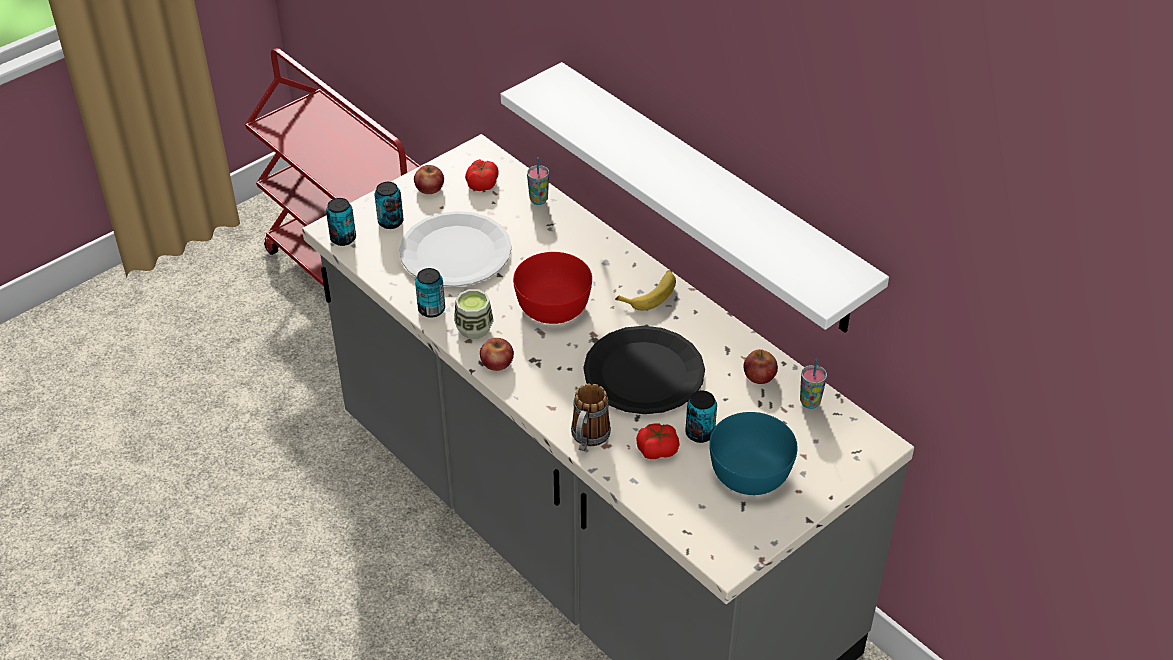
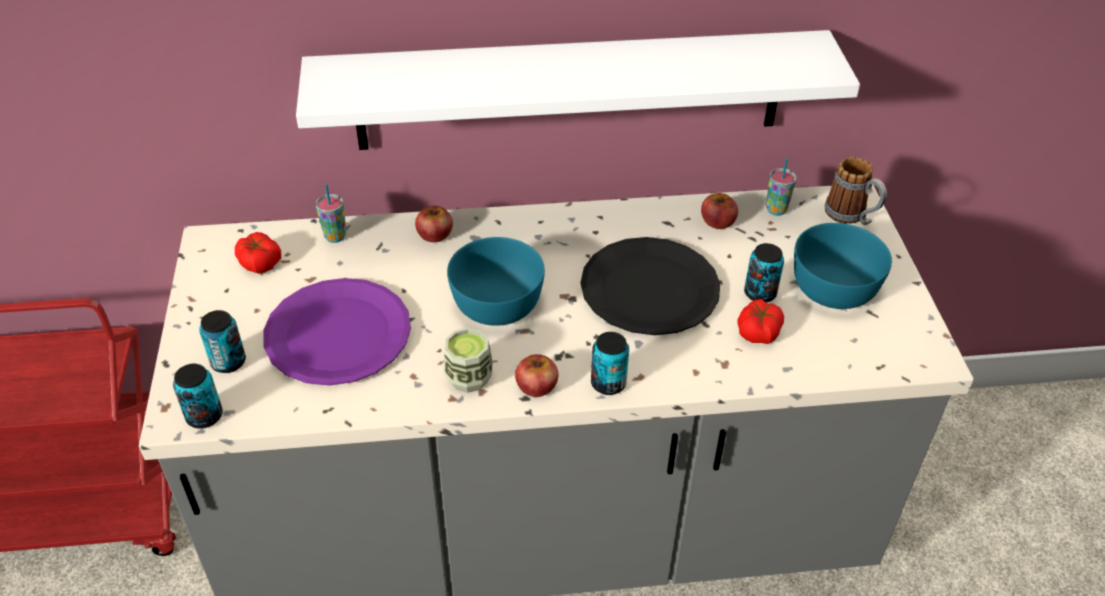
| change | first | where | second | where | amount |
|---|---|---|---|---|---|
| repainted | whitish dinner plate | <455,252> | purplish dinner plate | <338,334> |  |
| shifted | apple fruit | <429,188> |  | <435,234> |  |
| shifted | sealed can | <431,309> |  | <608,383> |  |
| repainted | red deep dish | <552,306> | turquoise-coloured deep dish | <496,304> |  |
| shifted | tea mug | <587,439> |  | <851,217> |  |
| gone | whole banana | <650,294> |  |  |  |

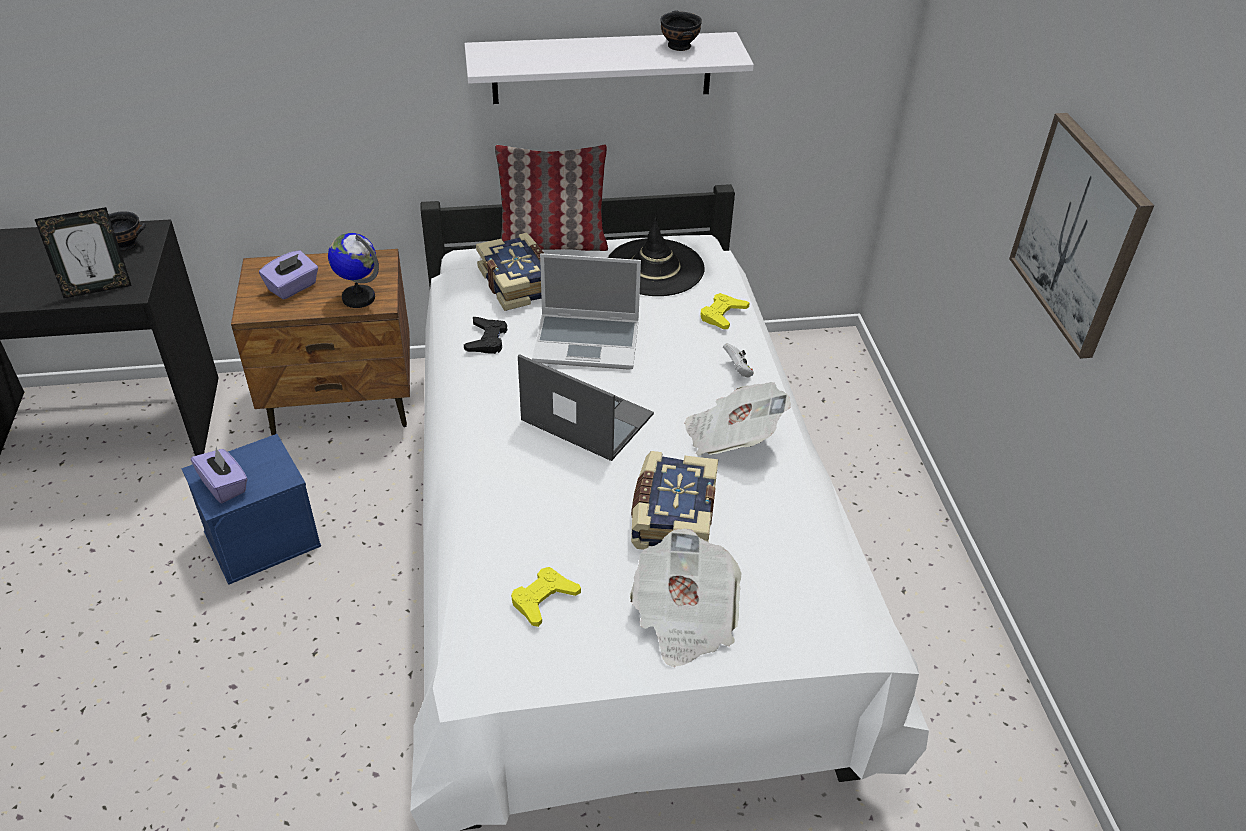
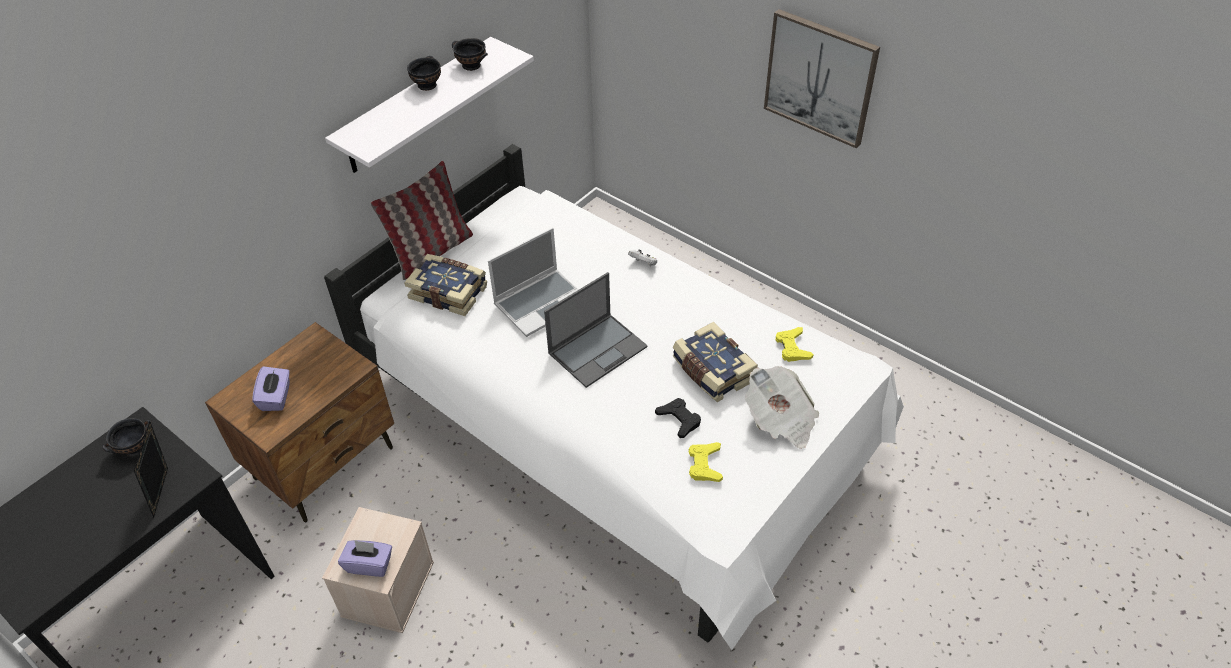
| change | first | where | second | where | amount |
|---|---|---|---|---|---|
| rotated | picture frame | <97,289> |  | <165,492> | 150 degrees clockwise |
| repainted | blue storage box | <263,538> | beige-coloured storage box | <387,588> |  |
| gone | world globe | <358,298> |  |  |  |
| shifted | blackish joypad | <487,340> |  | <679,420> |  |
| rotated | notebook computer | <585,417> |  | <598,349> | 150 degrees clockwise |
| gone | blackish hat | <655,268> |  |  |  |
| gone | printed paper | <731,437> |  |  |  |
| shifted | yellow joypad | <722,315> |  | <792,348> |  |
| new |  |  | blackish deep dish | <427,85> |  |

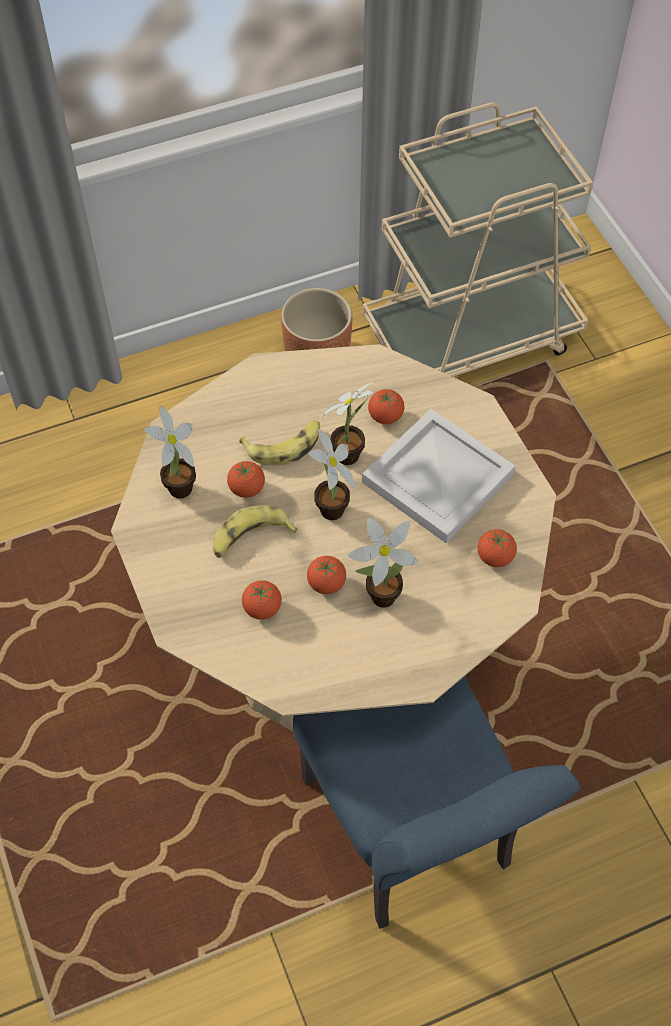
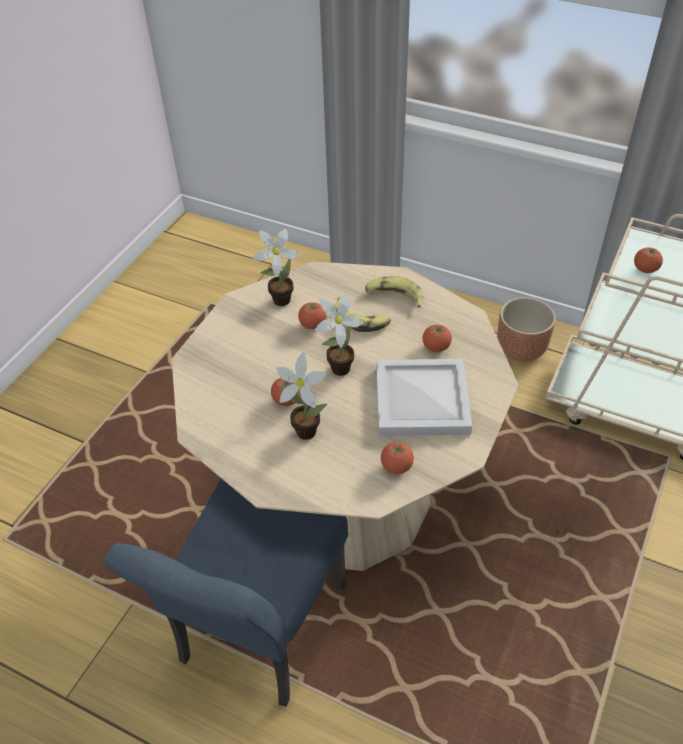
| change | first | where | second | where | amount |
|---|---|---|---|---|---|
| shifted | whole banana | <250,537> |  | <394,296> |  |
| shifted | whole tomato | <262,608> |  | <645,269> |  |
| gone | potted plant | <351,454> |  |  |  |

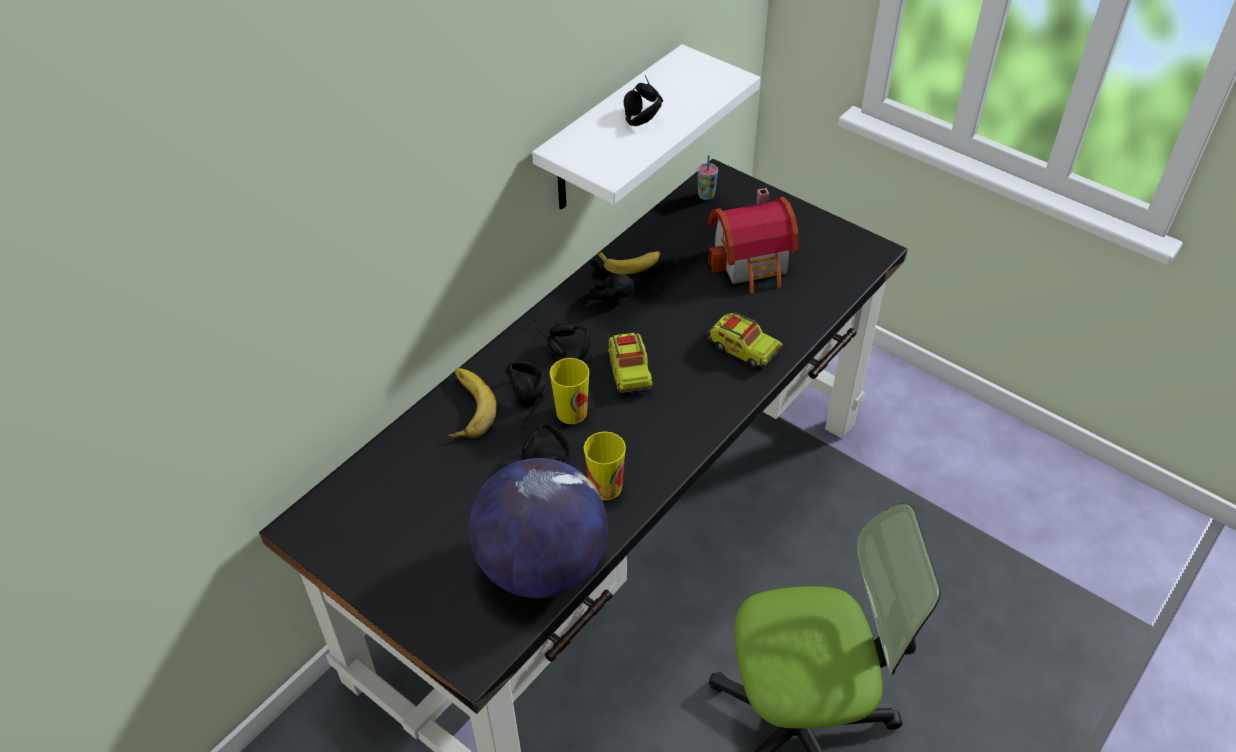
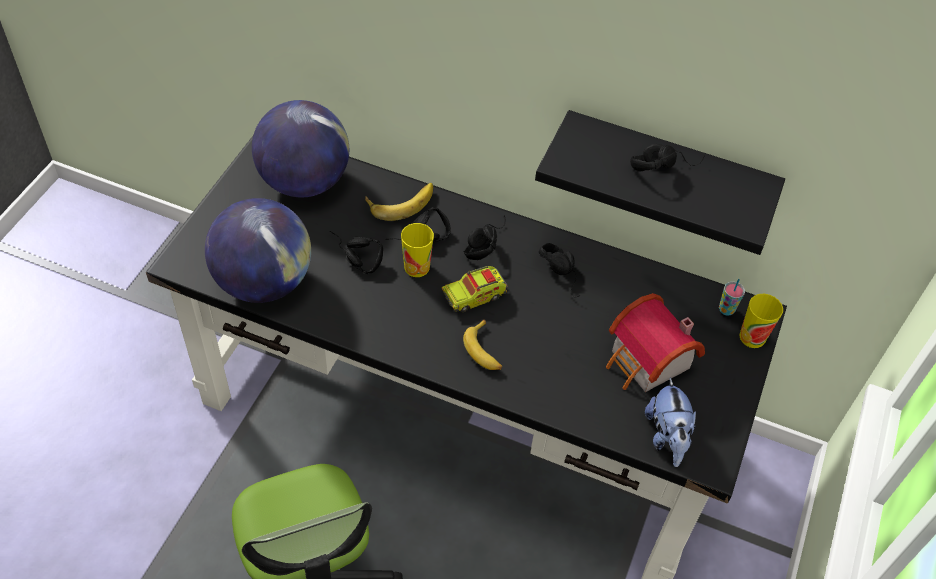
| change | first | where | second | where | amount |
|---|---|---|---|---|---|
| repainted | whitish shelf | <611,132> | blackish shelf | <666,172> |  |
| shifted | cup | <605,487> |  | <752,337> |  |
| shifted | whole banana | <631,264> |  | <484,351> |  |
| gone | model truck | <743,348> |  |  |  |
| new |  |  | world globe | <304,182> |  |
| new |  |  | soft toy | <667,437> |  |

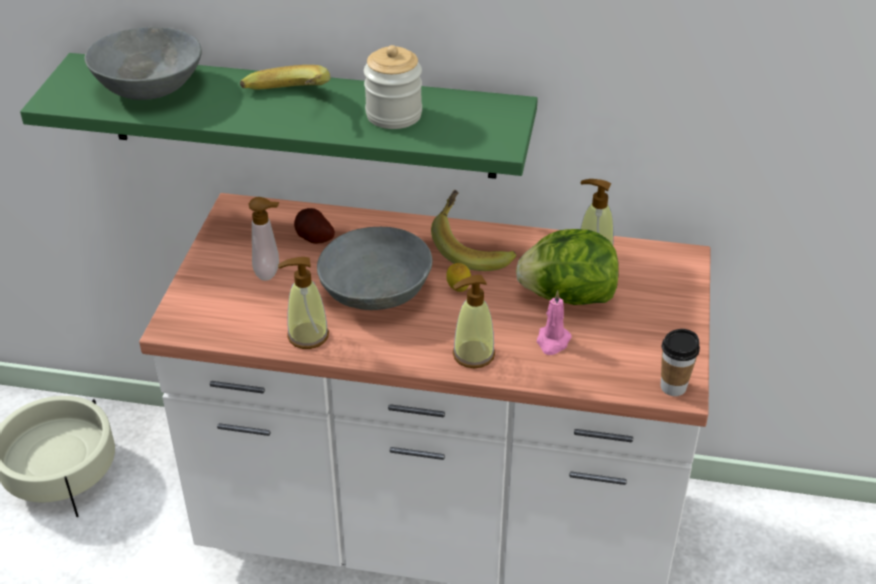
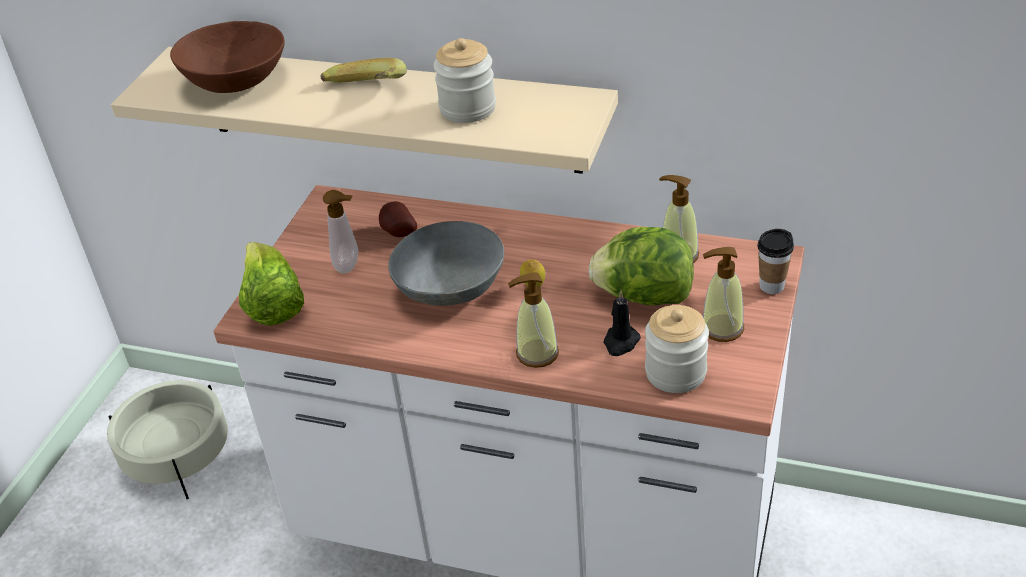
| change | first | where | second | where | amount |
|---|---|---|---|---|---|
| repainted | green shelf | <300,116> | beige-coloured shelf | <387,109> |  |
| repainted | gray deep dish | <149,88> | brown deep dish | <235,82> |  |
| shifted | liquid soap bottle | <307,336> |  | <722,328> |  |
| gone | whole banana | <472,248> |  |  |  |
| repainted | pink wax light | <553,341> | blackish wax light | <620,342> |  |
| shifted | cup | <673,387> |  | <771,286> |  |
| new |  |  | lettuce head | <272,304> |  |
| new |  |  | preserve jar | <675,372> |  |

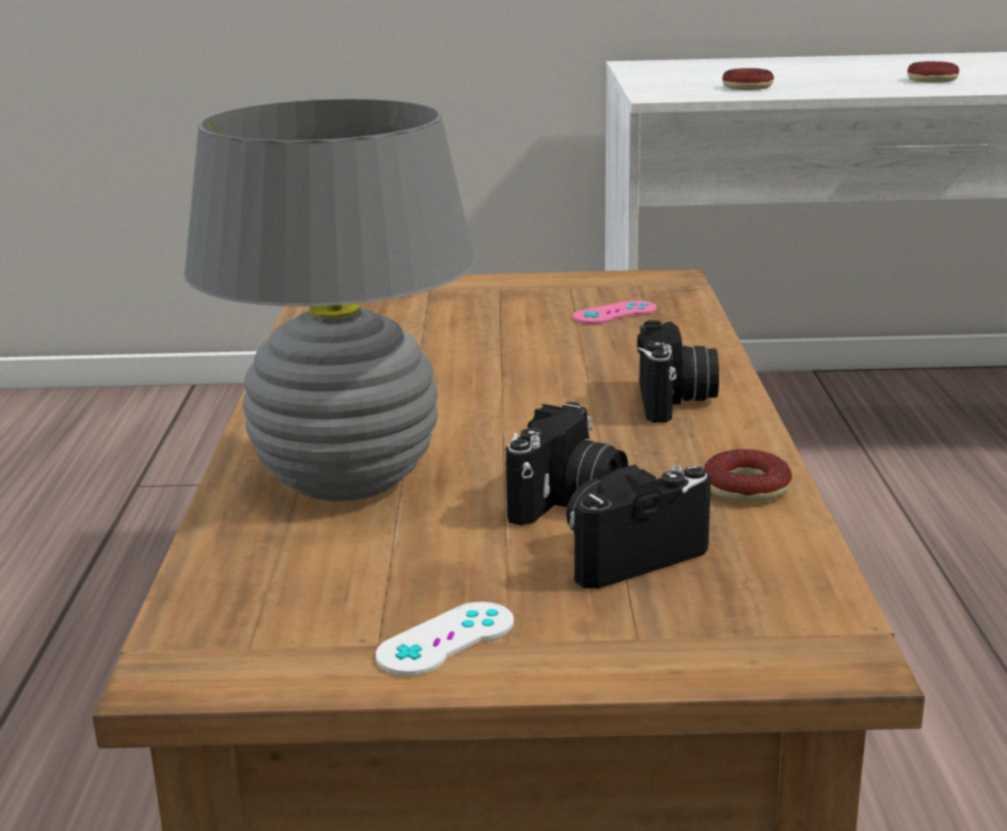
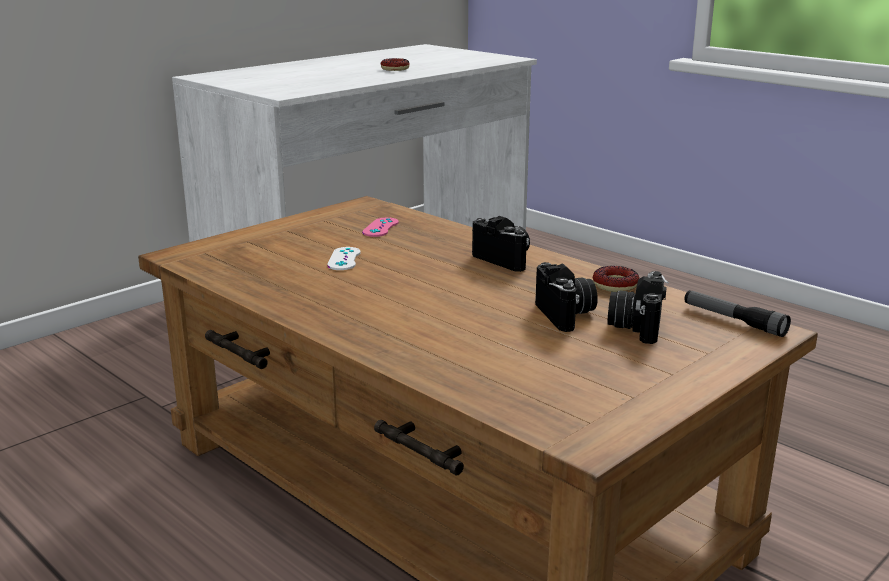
| change | first | where | second | where | amount |
|---|---|---|---|---|---|
| gone | gray table lamp | <347,481> |  |  |  |
| shifted | whitish joypad | <446,639> |  | <344,259> |  |
| gone | ring doughnut | <747,87> |  |  |  |
| new |  |  | torch | <733,320> |  |

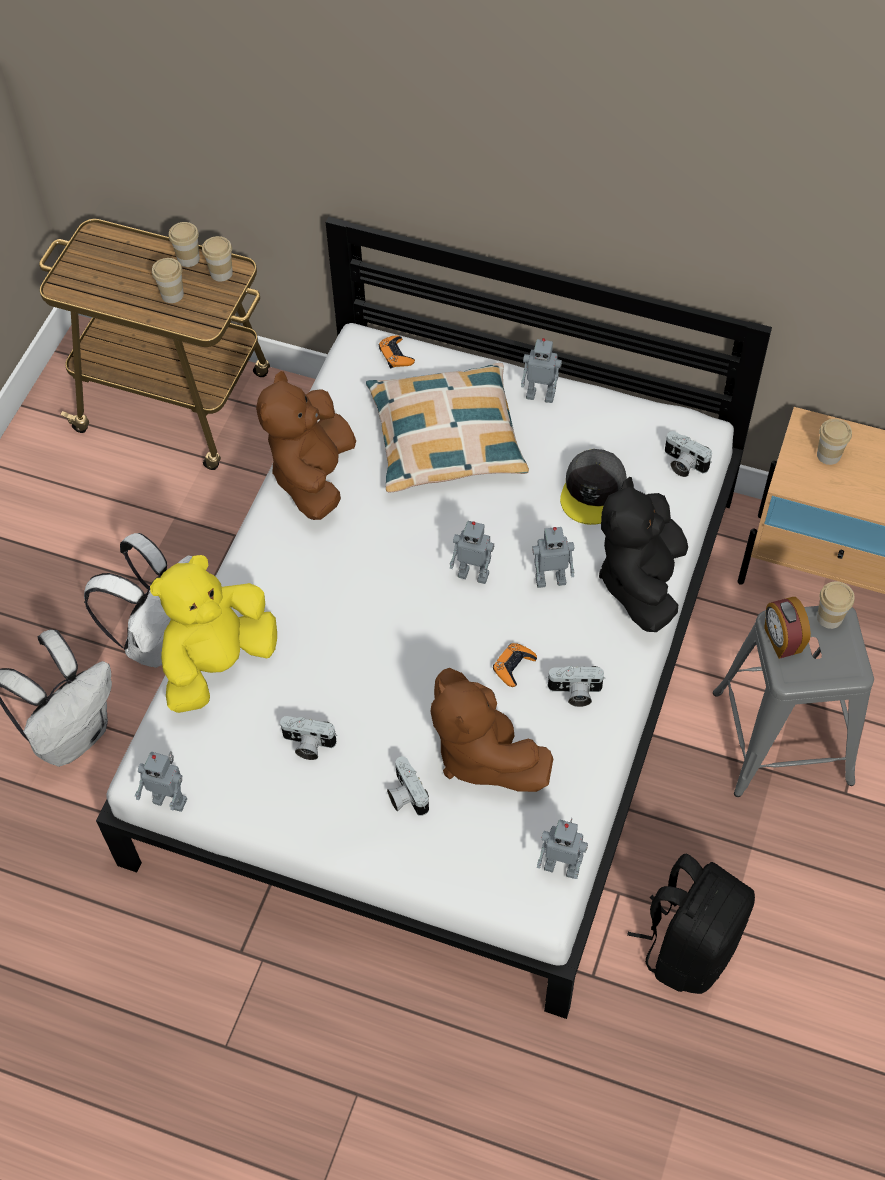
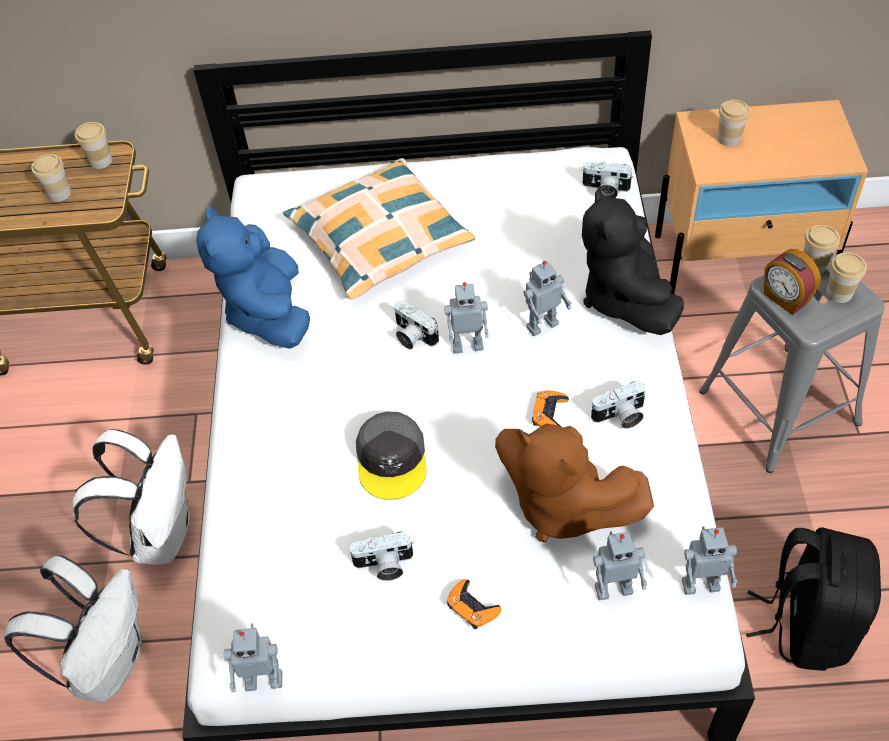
| change | first | where | second | where | amount |
|---|---|---|---|---|---|
| gone | yellow soft toy | <218,663> |  |  |  |
| shifted | cup | <188,259> |  | <839,293> |  |
| repainted | brown soft toy | <313,476> | blue soft toy | <268,313> |  |
| shifted | orangey joypad | <396,355> |  | <472,607> |  |
| shifted | still camera | <405,795> |  | <412,336> |  |
| shifted | robot figure | <540,395> |  | <613,588> |  |
| shifted | gray peaked cap | <593,491> |  | <392,459> |  |

